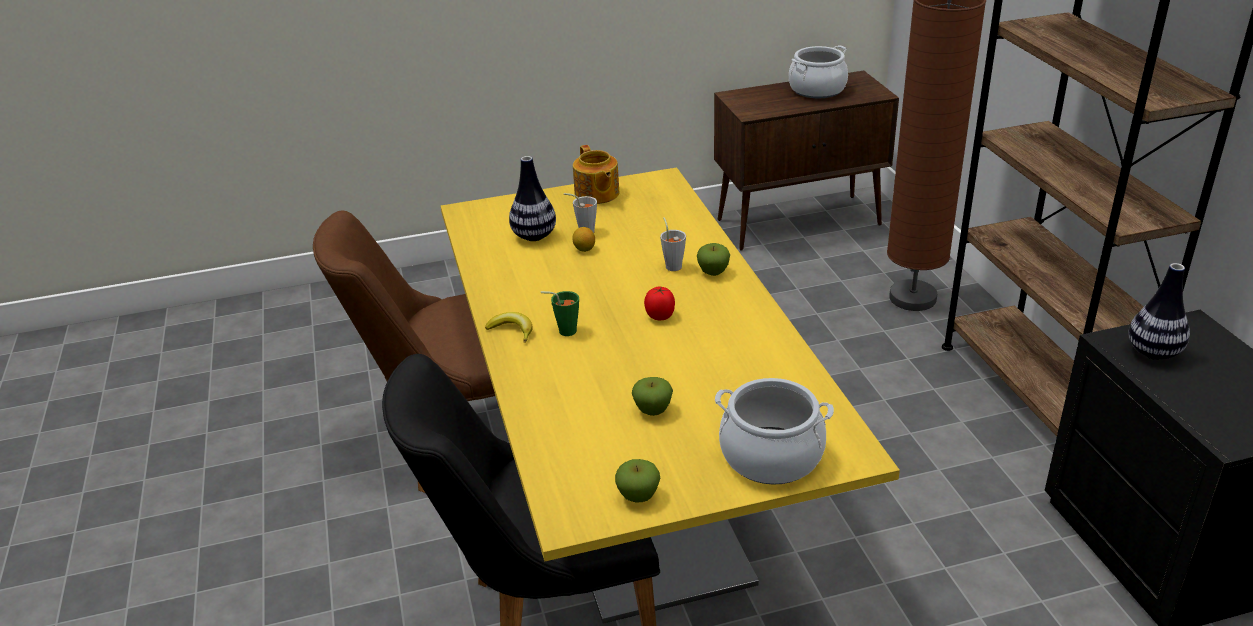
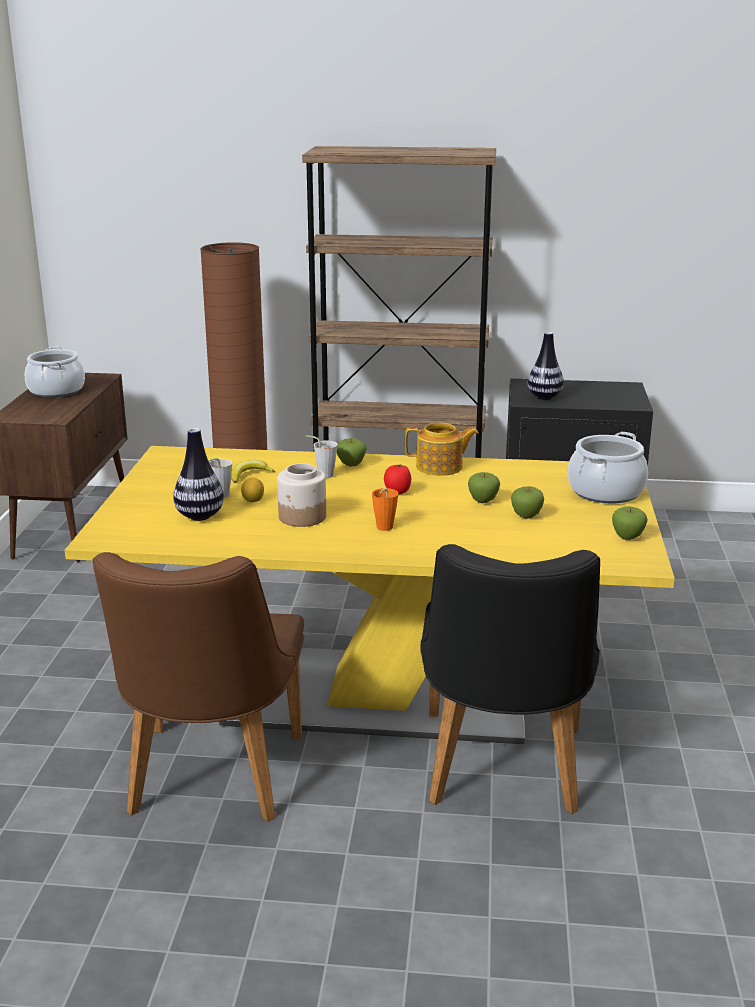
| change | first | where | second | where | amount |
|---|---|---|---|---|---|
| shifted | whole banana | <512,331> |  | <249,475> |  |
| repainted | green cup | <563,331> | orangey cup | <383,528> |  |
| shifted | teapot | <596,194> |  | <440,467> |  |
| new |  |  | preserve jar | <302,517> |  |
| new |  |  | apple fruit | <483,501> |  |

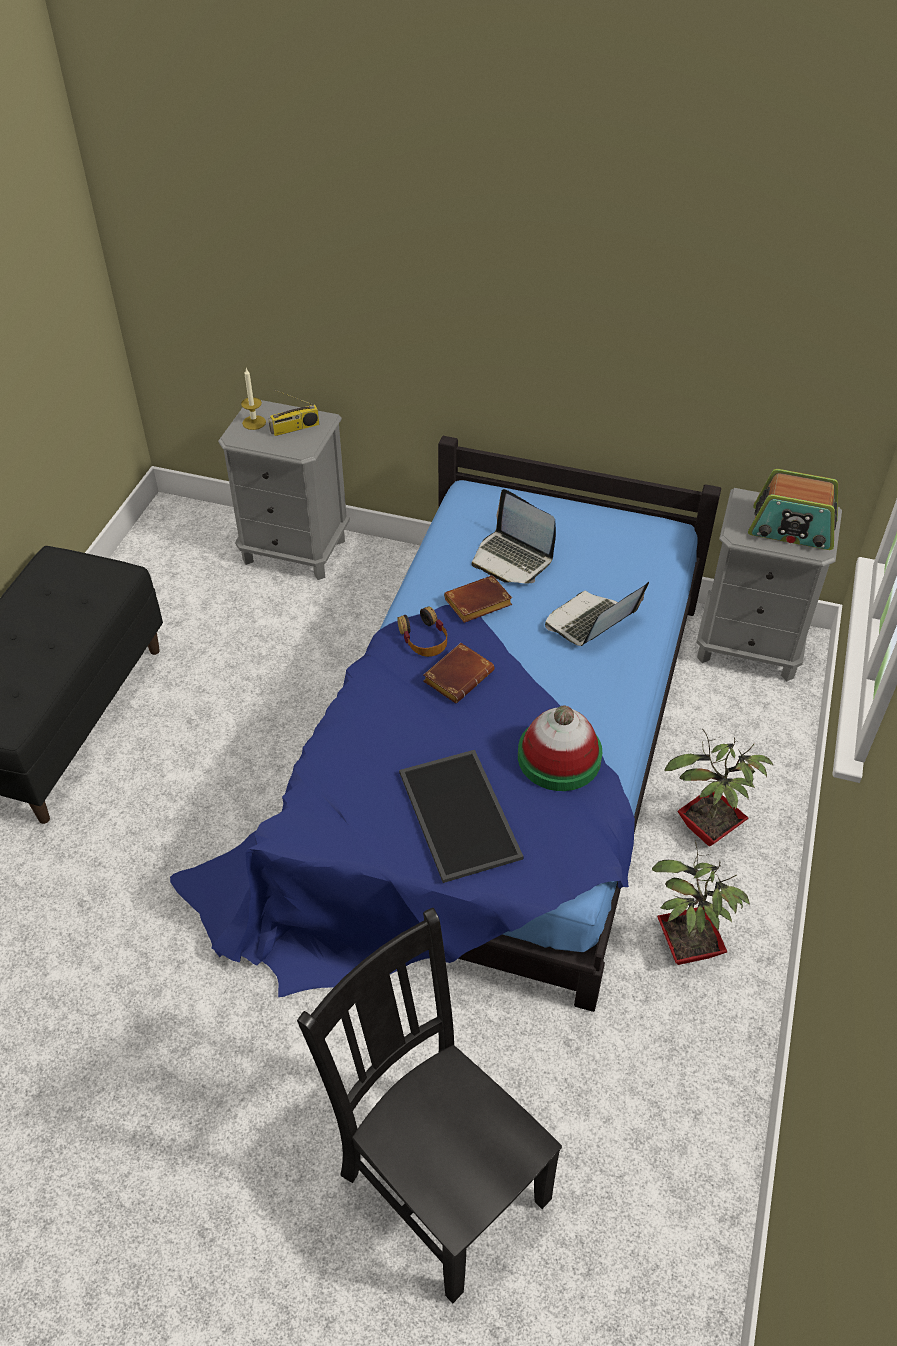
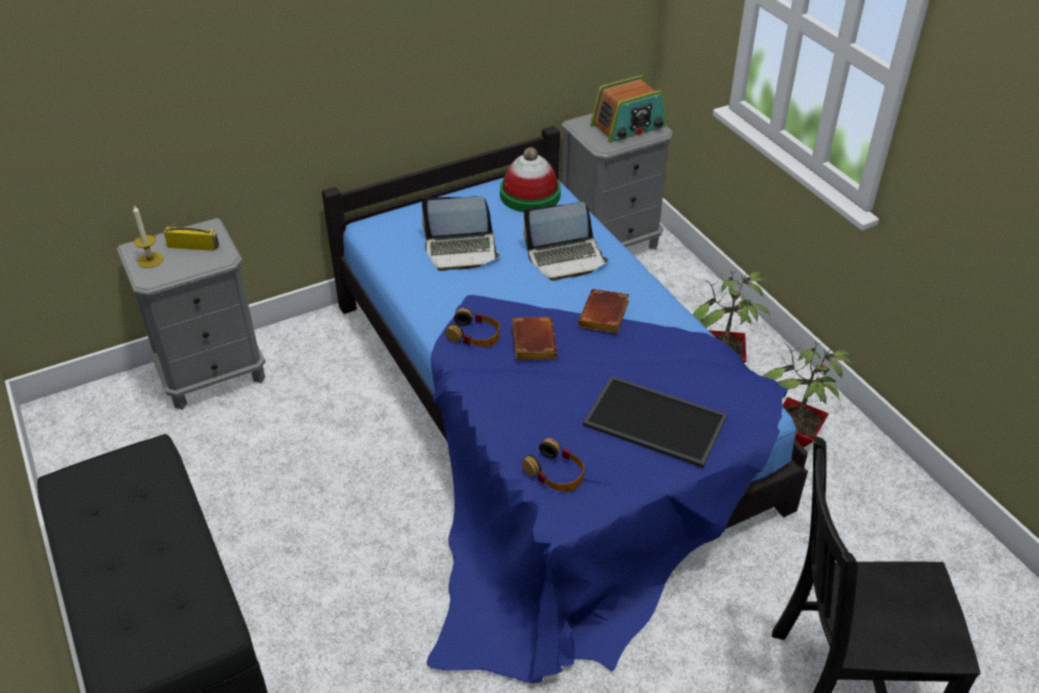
| change | first | where | second | where | amount |
|---|---|---|---|---|---|
| rotated | radio set | <294,428> |  | <194,246> | 105 degrees counterclockwise |
| shifted | brown book | <477,605> |  | <605,317> |  |
| shifted | hat | <559,757> |  | <530,195> |  |
| rotated | notebook computer | <591,623> |  | <566,258> | 105 degrees counterclockwise |
| new |  |  | headphones | <555,473> |  |

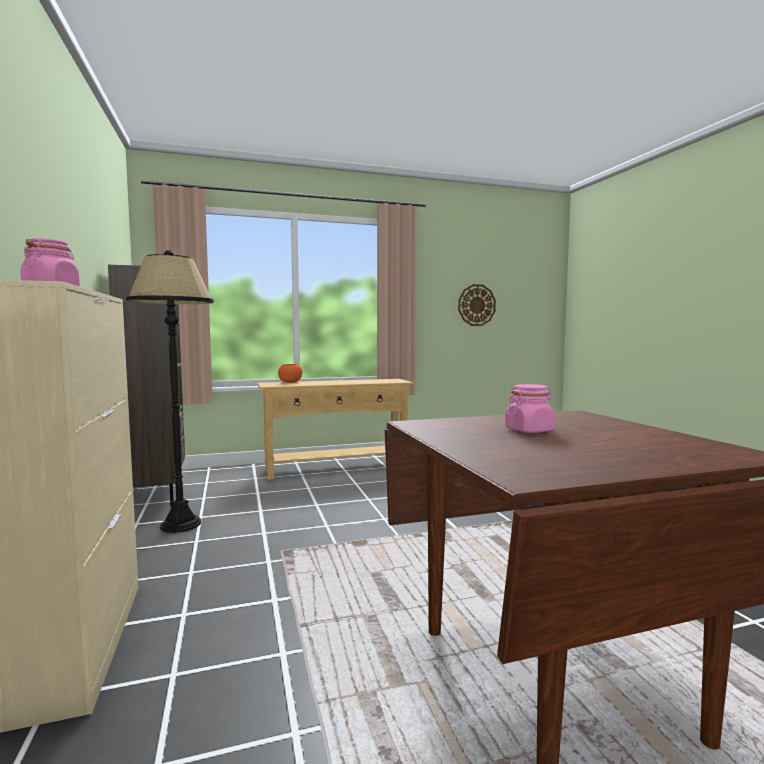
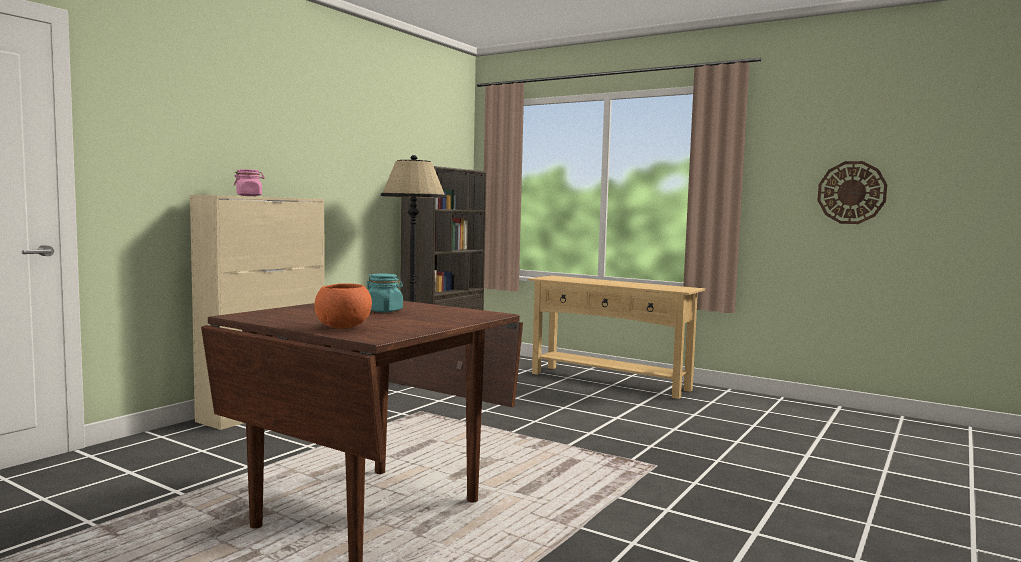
| change | first | where | second | where | amount |
|---|---|---|---|---|---|
| shifted | orangey deep dish | <290,382> |  | <344,327> |  |
| repainted | pink preserve jar | <529,430> | turquoise-coloured preserve jar | <384,311> |  |

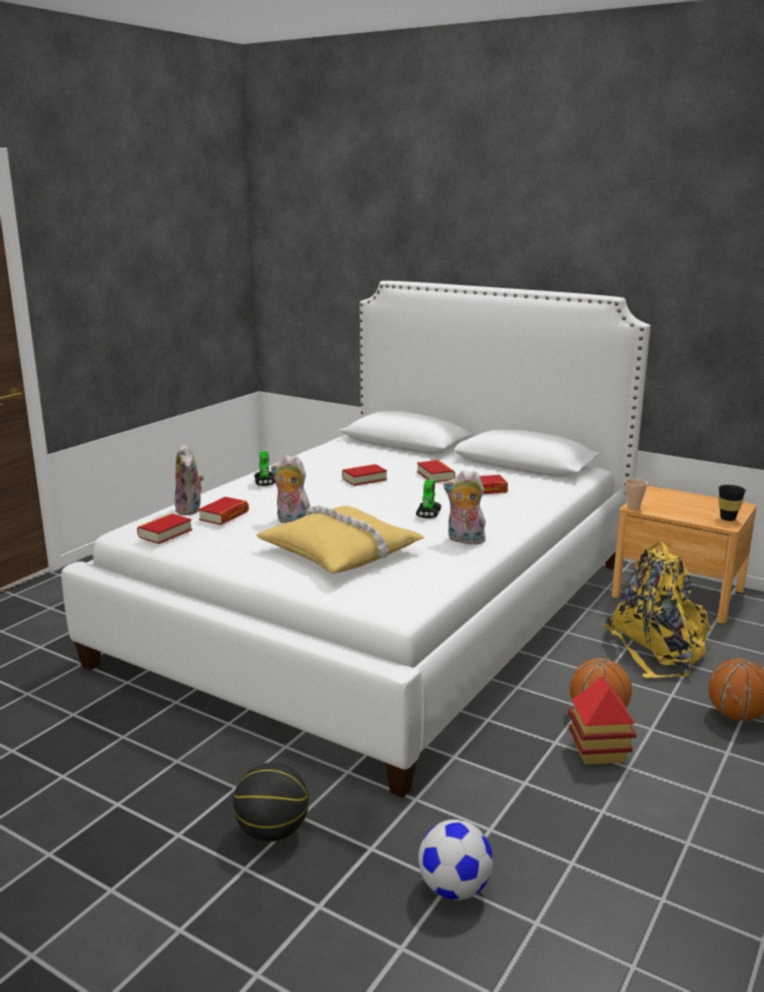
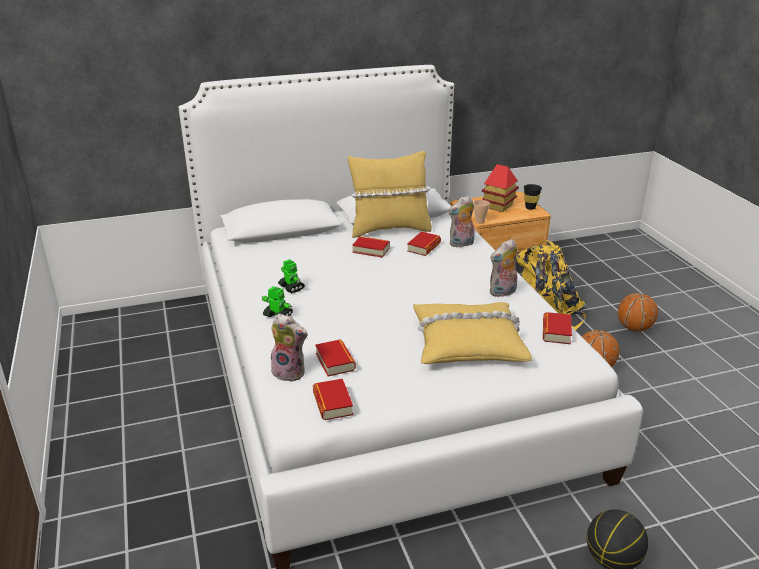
| change | first | where | second | where | amount |
|---|---|---|---|---|---|
| shifted | soft toy | <291,522> |  | <461,244> |  |
| shifted | book | <364,479> |  | <556,332> |  |
| shifted | robot figure | <428,513> |  | <291,287> |  |
| gone | football | <454,888> |  |  |  |
| shifted | model house | <598,752> |  | <498,206> |  |
| new |  |  | yellow cushion | <389,229> |  |

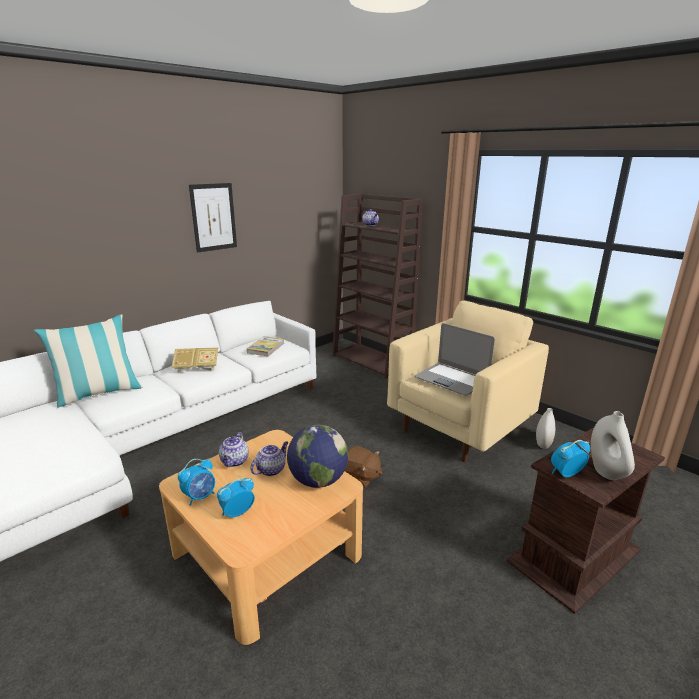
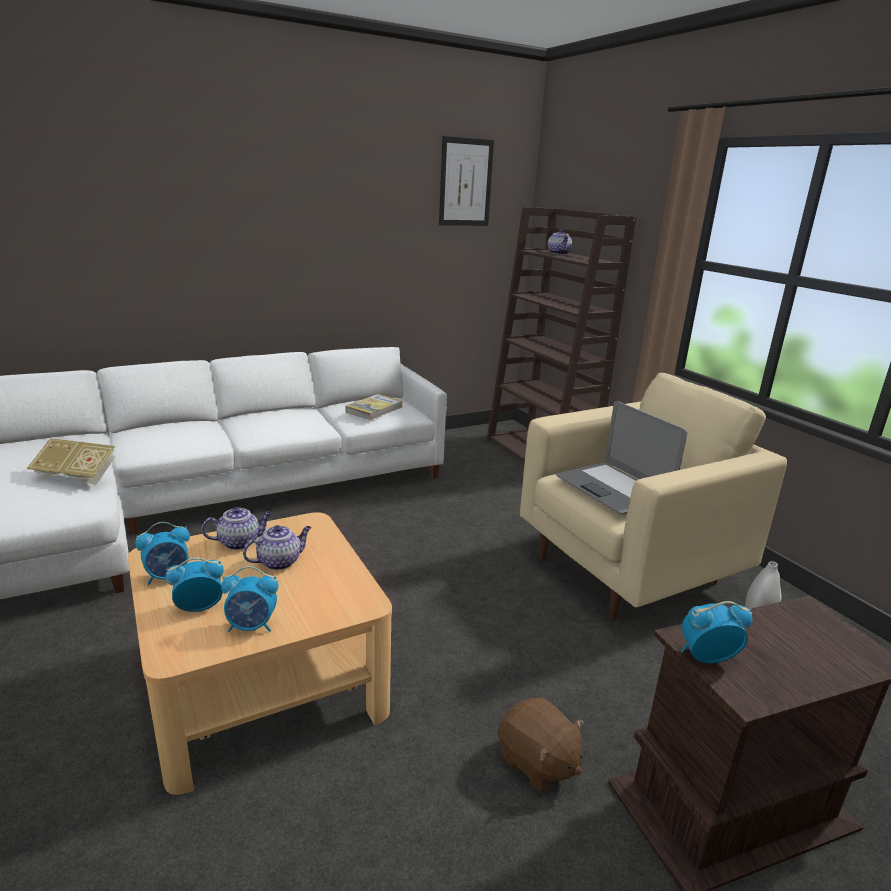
| change | first | where | second | where | amount |
|---|---|---|---|---|---|
| gone | cushion | <99,393> |  |  |  |
| shifted | book | <197,368> |  | <77,476> |  |
| shifted | wall picture | <213,217> |  | <465,182> |  |
| rotated | teapot | <234,461> |  | <240,542> | 135 degrees counterclockwise |
| gone | world globe | <318,480> |  |  |  |
| shifted | brown soft toy | <360,477> |  | <537,762> |  |
| gone | whitish flower vase | <606,471> |  |  |  |
| new |  |  | alarm clock | <252,626> |  |

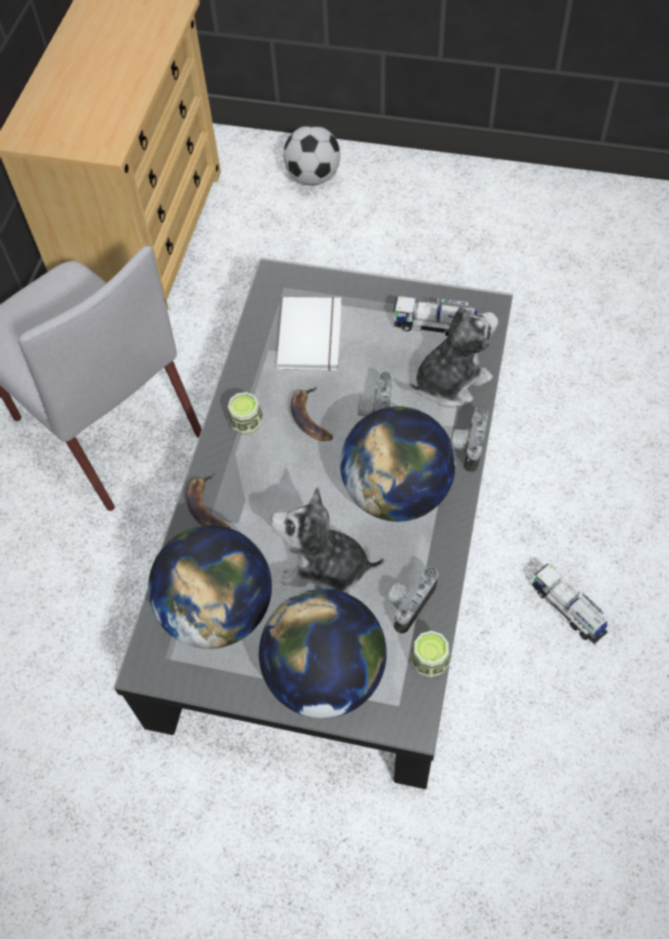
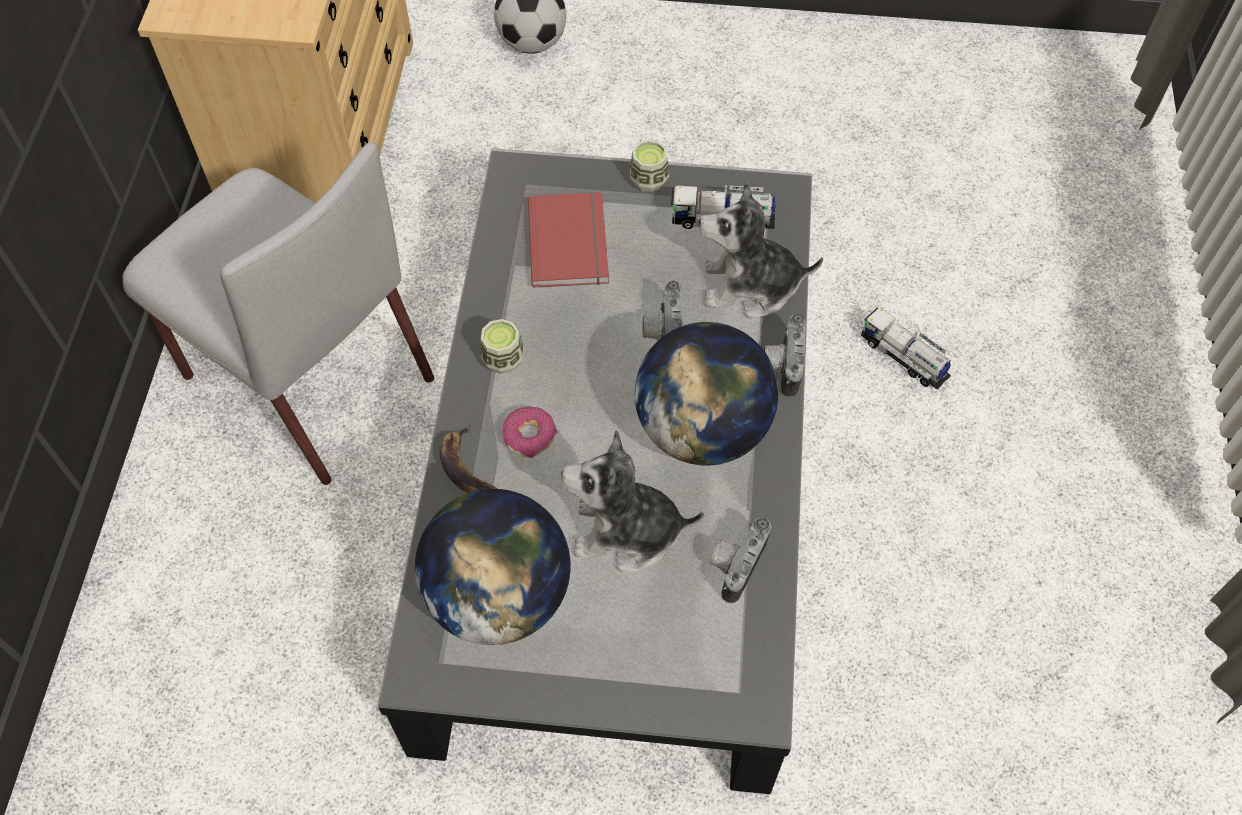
| change | first | where | second | where | amount |
|---|---|---|---|---|---|
| gone | world globe | <325,674> |  |  |  |
| repainted | whitish book | <313,335> | red book | <571,242> |  |
| gone | whole banana | <310,418> |  |  |  |
| rotated | soft toy | <450,381> |  | <750,286> | 135 degrees counterclockwise |
| shifted | cup | <429,661> |  | <649,180> |  |
| shifted | model truck | <567,609> |  | <903,358> |  |
| new |  |  | ring doughnut | <530,436> |  |

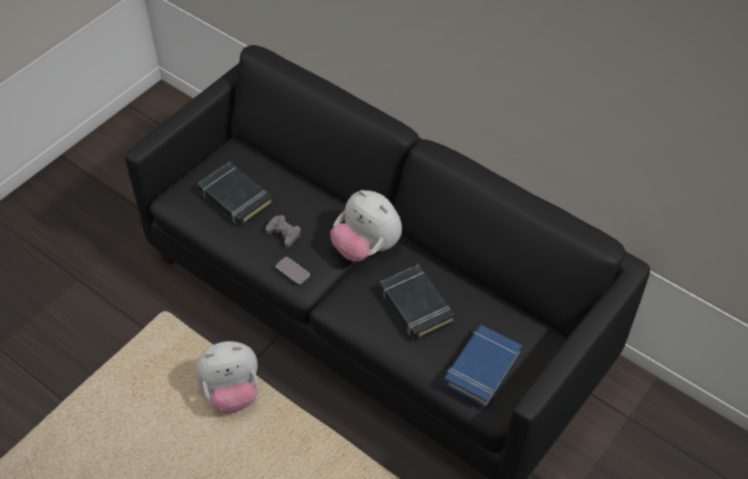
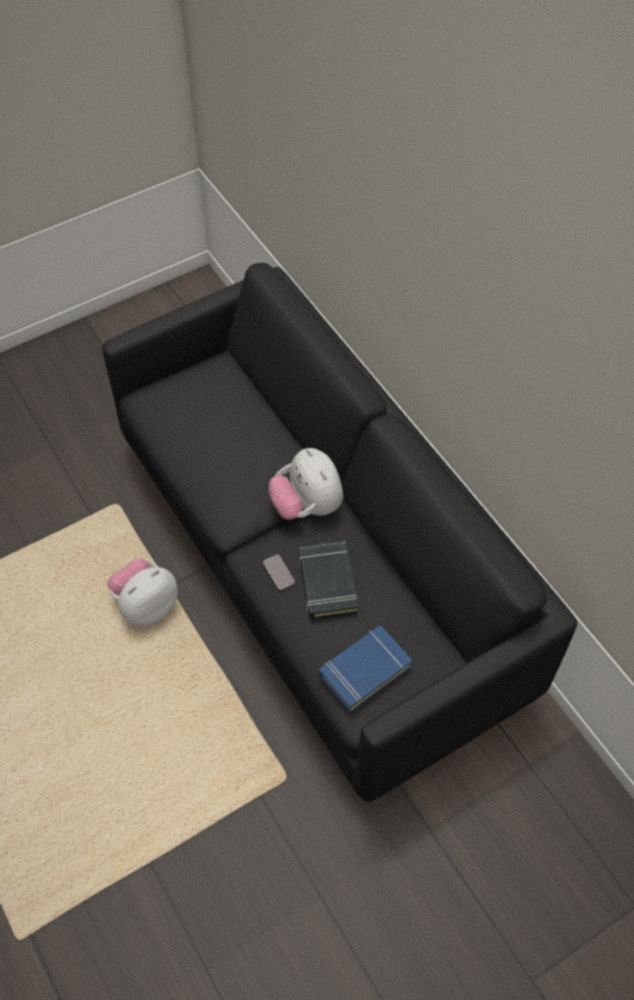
| change | first | where | second | where | amount |
|---|---|---|---|---|---|
| rotated | soft toy | <232,392> |  | <146,605> | 135 degrees clockwise |
| gone | blackish book | <235,198> |  |  |  |
| gone | gray joypad | <284,233> |  |  |  |
| shifted | phone | <292,271> |  | <278,572> |  |

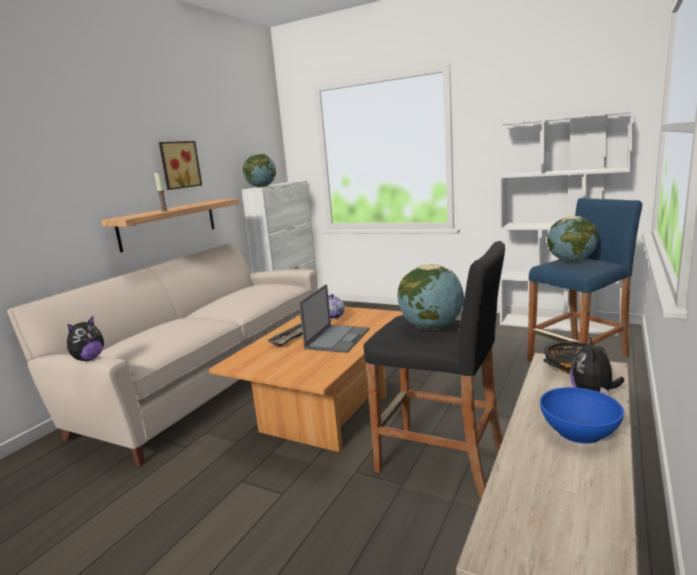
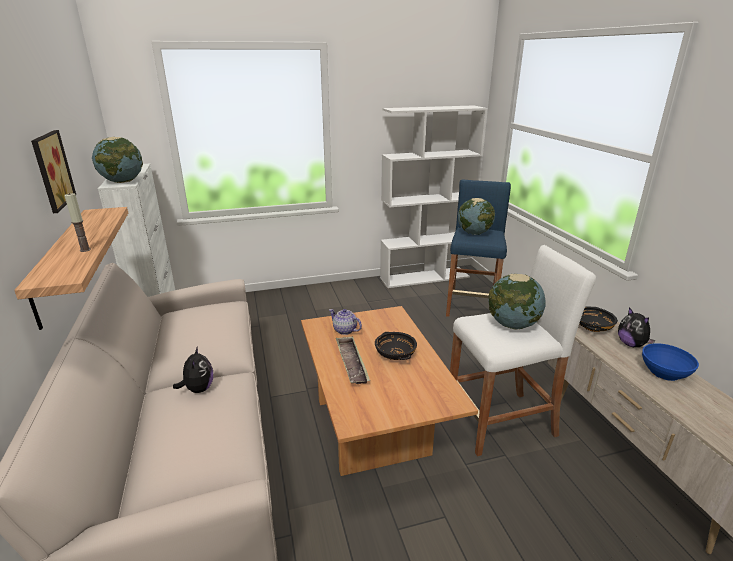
| change | first | where | second | where | amount |
|---|---|---|---|---|---|
| shifted | soft toy | <88,359> |  | <198,389> |  |
| swapped | notebook computer | <337,338> | blackish deep dish | <395,354> |  |
| repainted | blackish stool | <440,460> | whitish stool | <500,422> |  |

